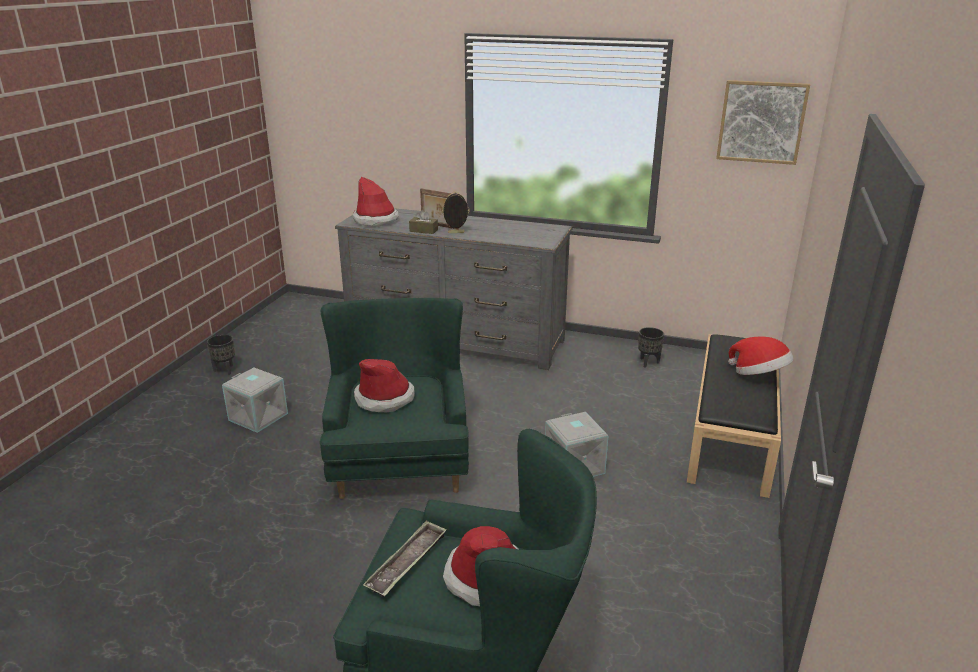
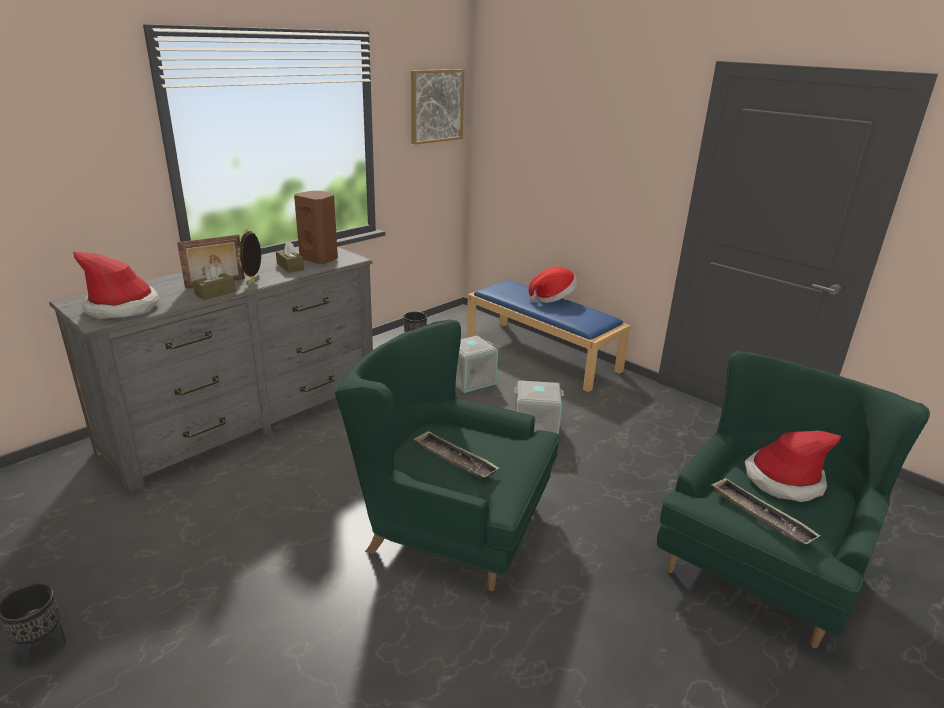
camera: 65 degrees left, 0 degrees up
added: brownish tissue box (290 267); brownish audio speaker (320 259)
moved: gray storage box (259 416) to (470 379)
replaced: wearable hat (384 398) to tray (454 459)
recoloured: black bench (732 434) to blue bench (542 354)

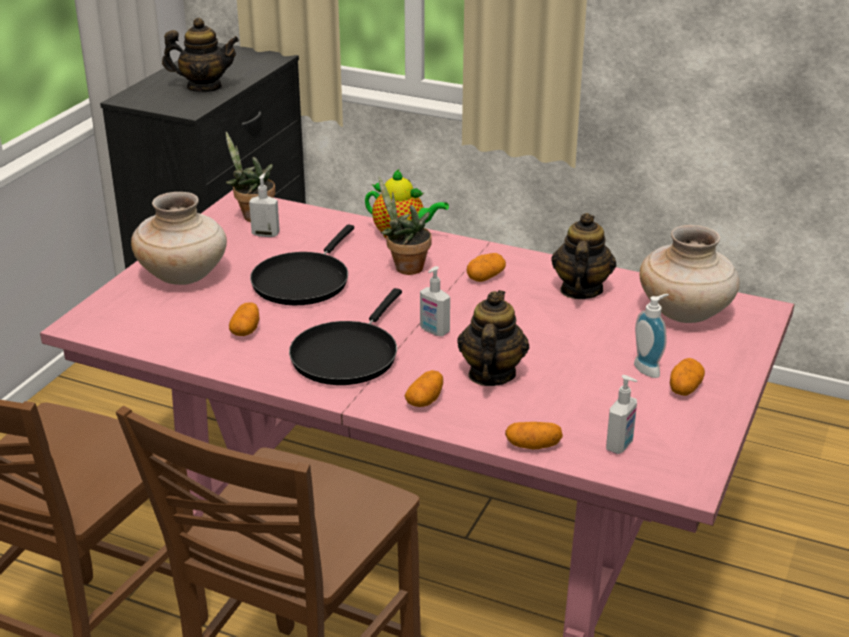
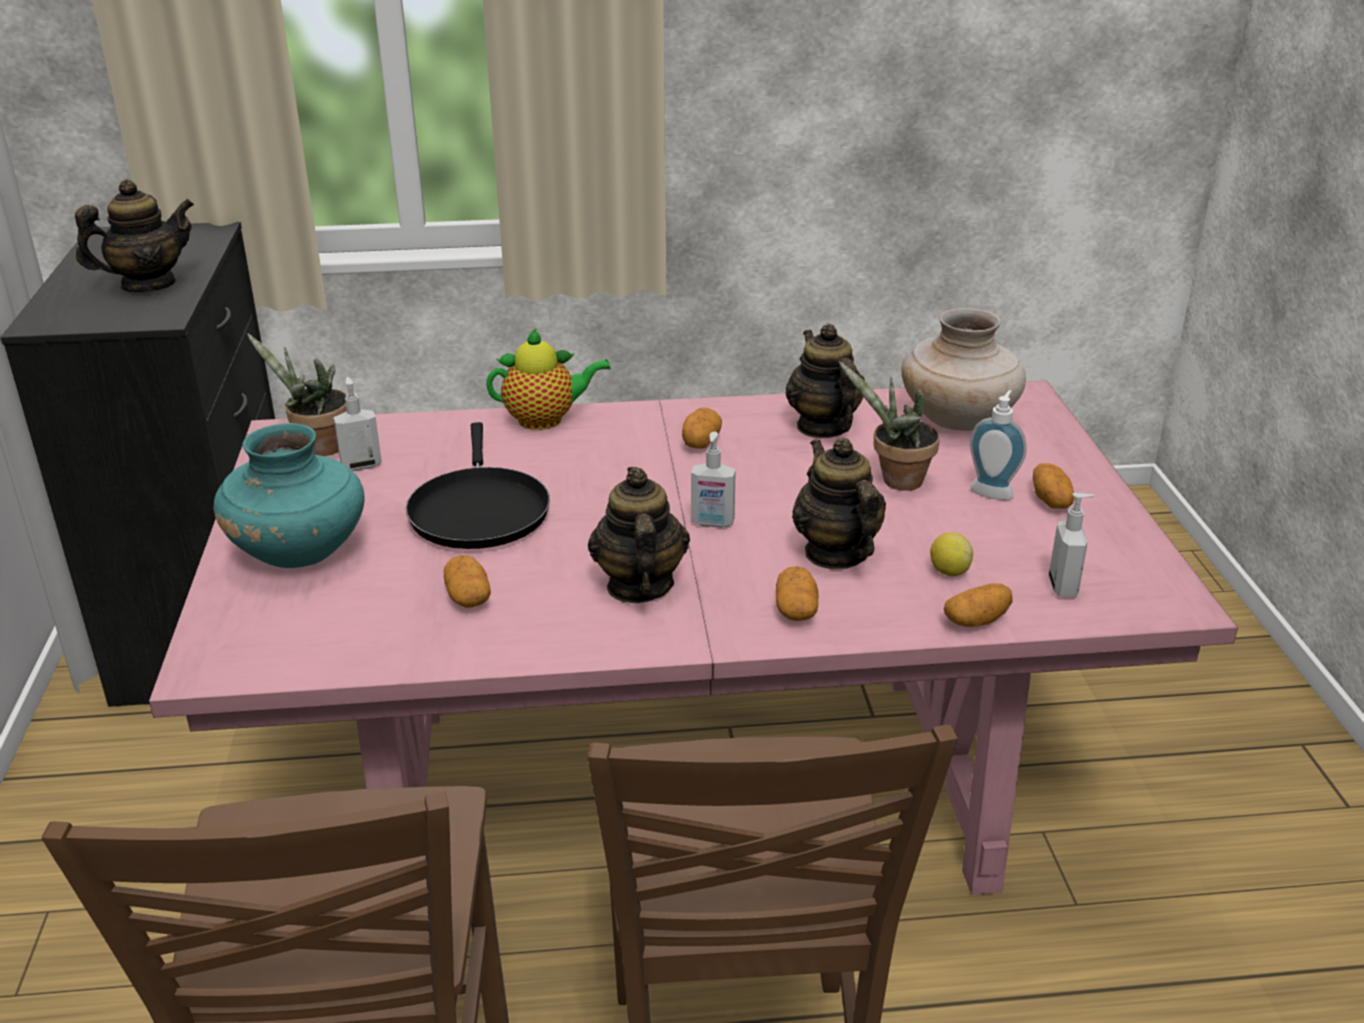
camera: 30 degrees left, 0 degrees up
added: citrus fruit (949 571)
moved: potted plant (405 267) to (896 481)
replaced: black pan (347 355) to tea pot (639 586)
recoloured: beige-coloured vase (184 276) to blue-green vase (300 552)

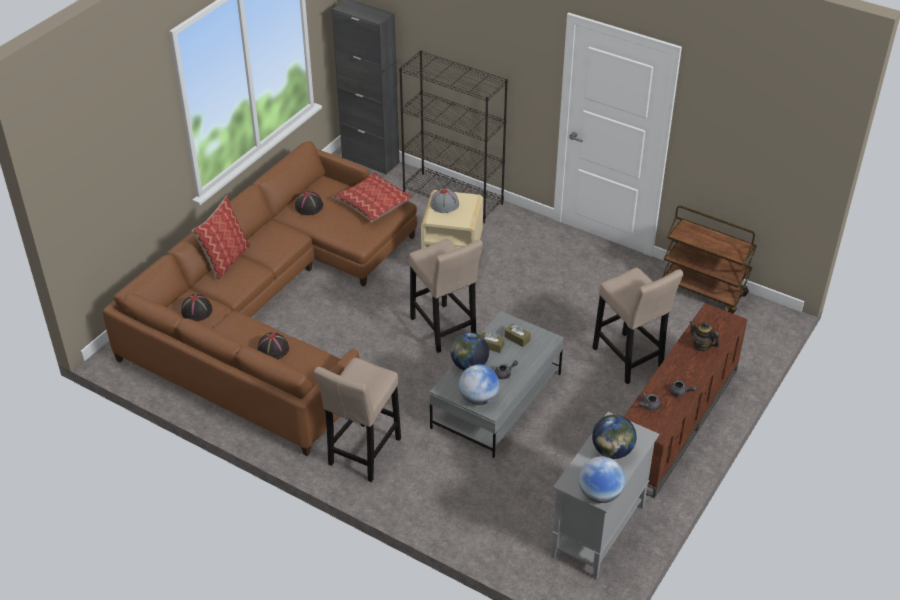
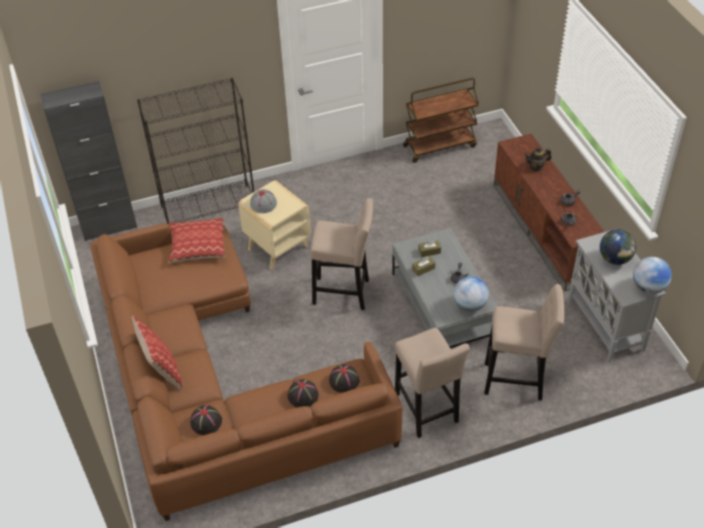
camera: 50 degrees left, 5 degrees up
removed: world globe (469 365)
moved: black wearable hat (309 206) to (344 380); beige-coloured stool (629 360) to (517 381)

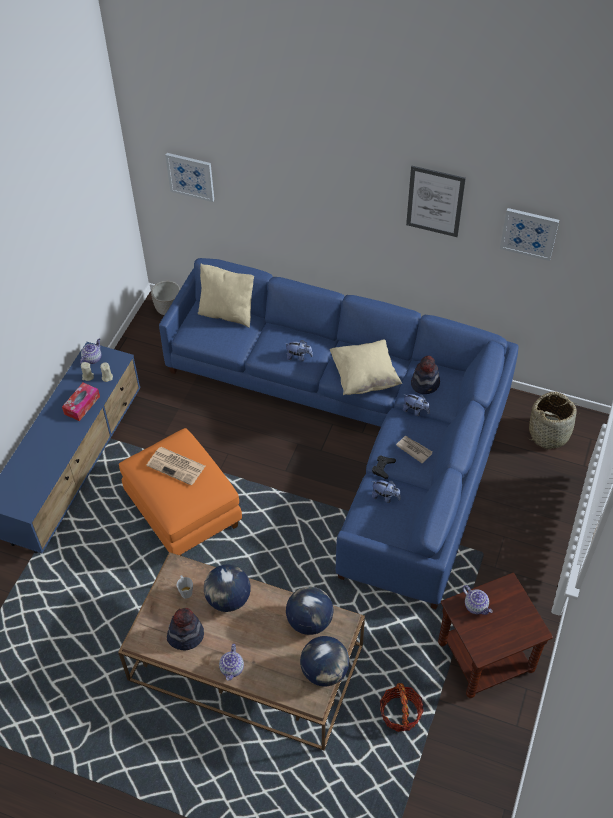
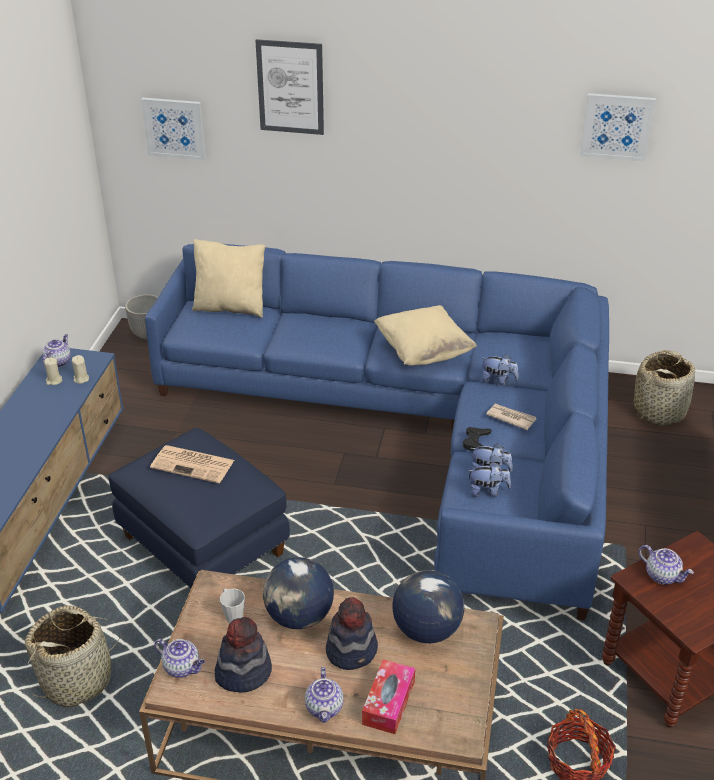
camera: 10 degrees left, 15 degrees down
removed: world globe (324 671)
added: household basket (77 679); tea pot (182 667)
moved: wall art (435 201) to (290 87); wearable hat (425 384) to (352 650); tissue box (82 405) to (388 703); plush toy (298 357) to (487 491)
recoloured: orange-coloured pouffe (182 512) to blue pouffe (202 546)

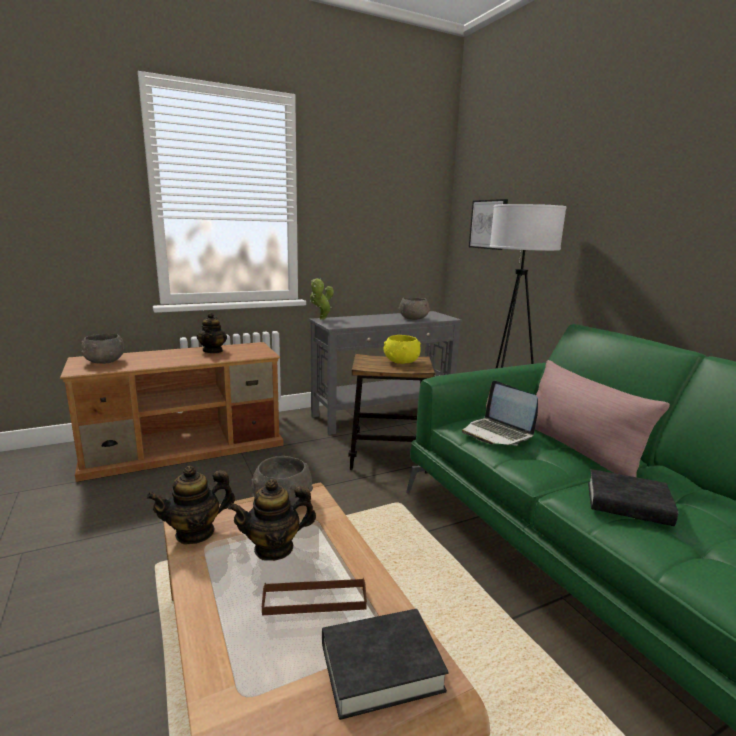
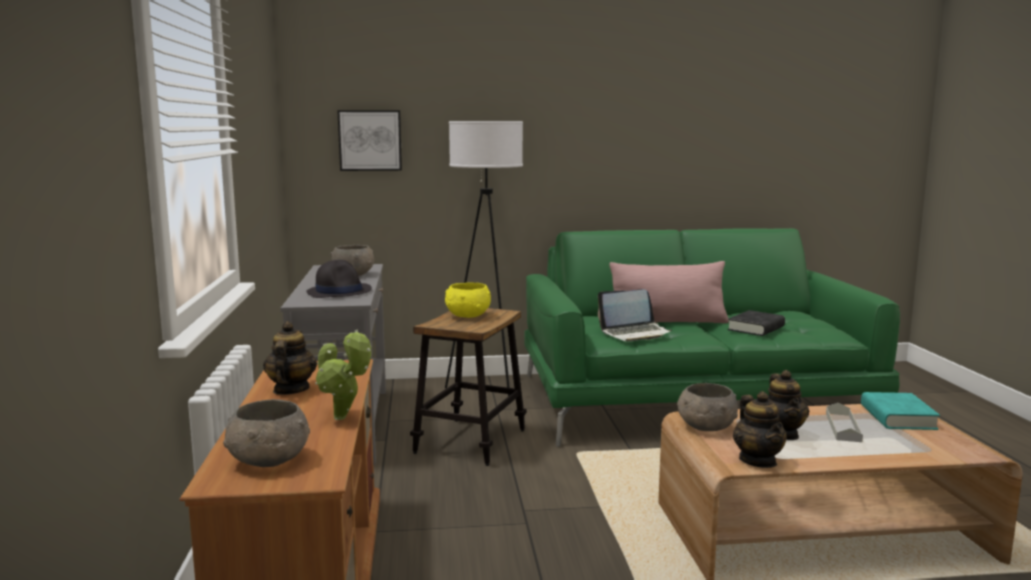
camera: 70 degrees left, 5 degrees down
added: black wearable hat (339 292)
moved: potted plant (321 319) to (343 418)
recoloured: brownish tray (314 600) to gray tray (843 427); black bound book (381 667) to blue-green bound book (897 417)
turned: tea pot (213 351) = (290 390) 105 degrees counterclockwise

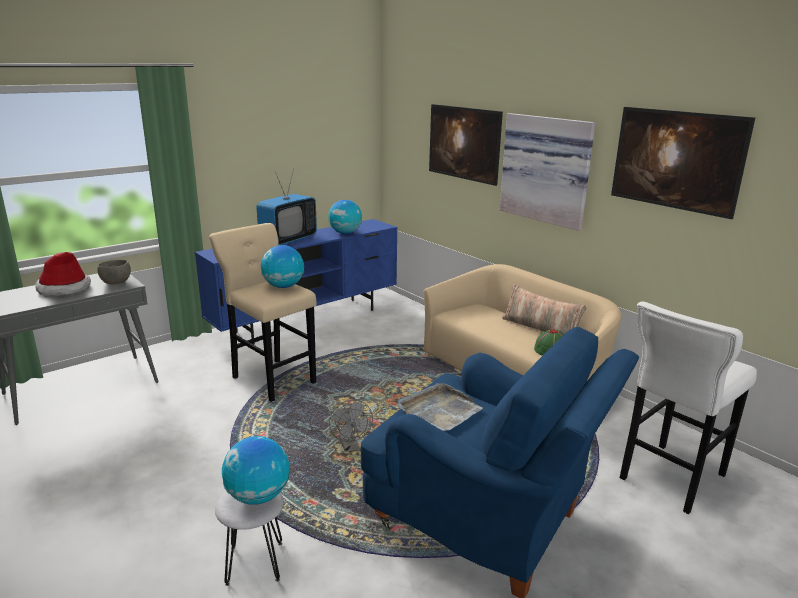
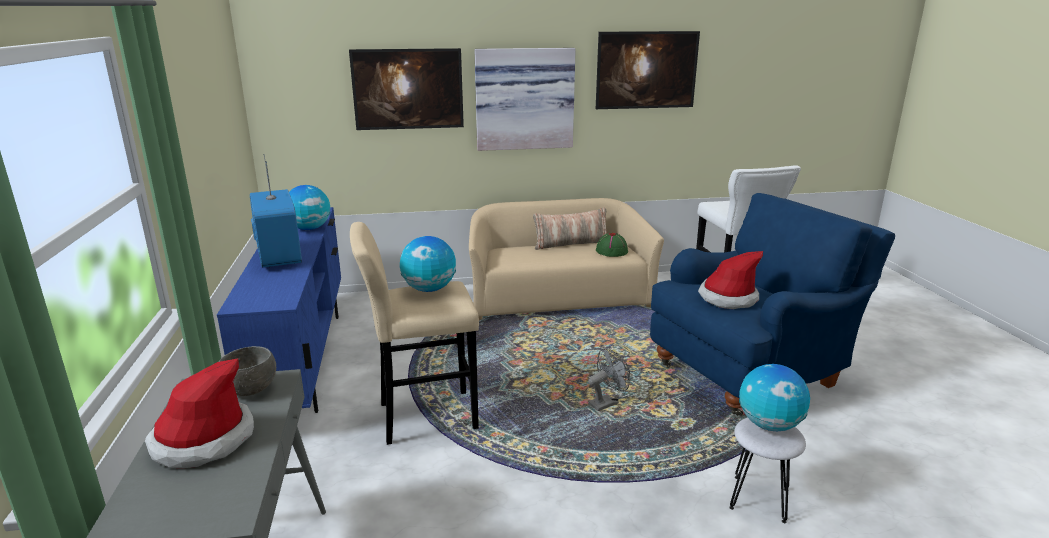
camera: 60 degrees left, 0 degrees up
replaced: gray tray (439 411) to wearable hat (728 298)
turned: gray cooling fan (350 447) = (606 402) 45 degrees counterclockwise

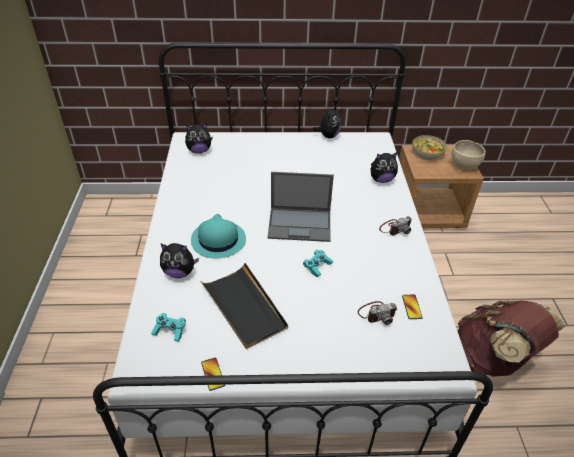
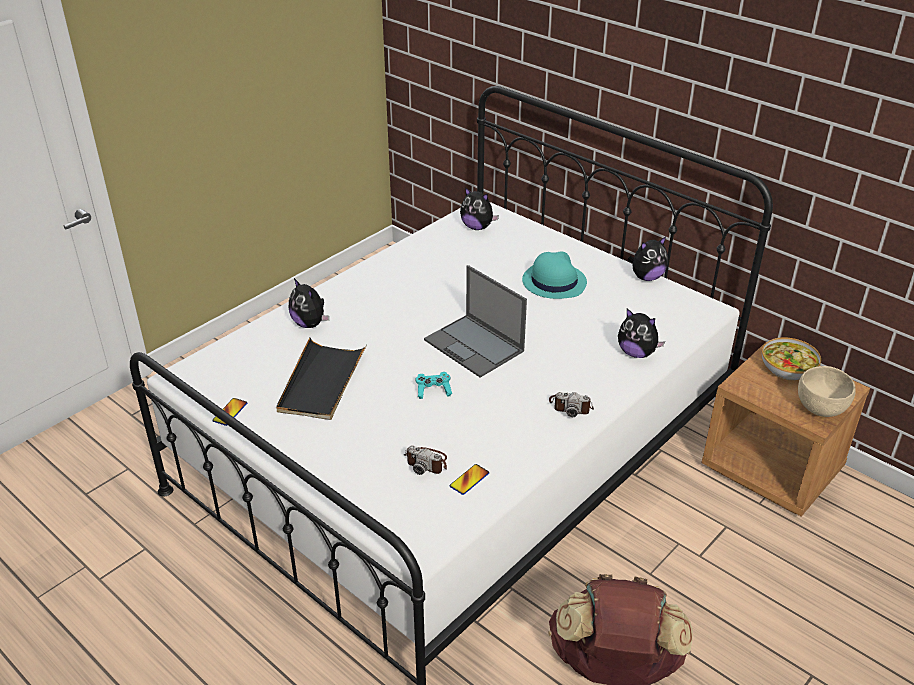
camera: 45 degrees right, 5 degrees down
removed: blue-green joypad (170 331)
moved: blue-green wearable hat (218 240) to (553 282)

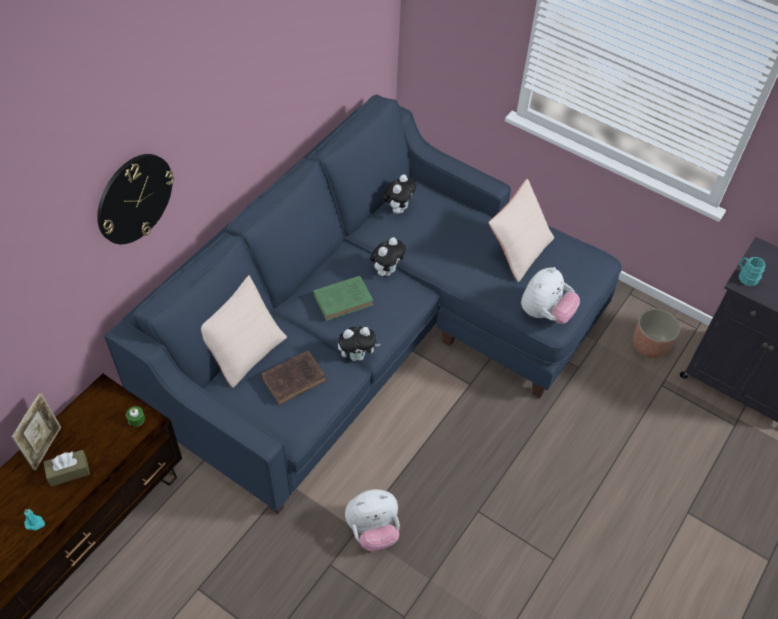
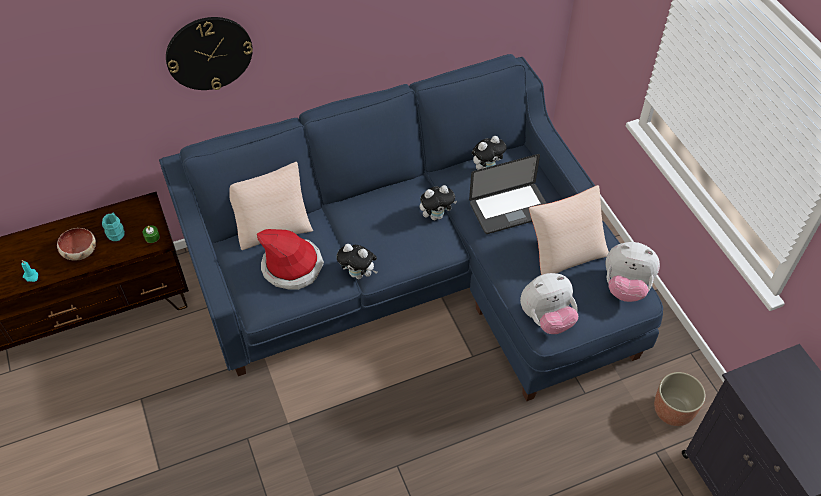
camera: 35 degrees right, 0 degrees up
removed: standing frame (45 447); greenish bound book (344 299)
added: notebook computer (510 209)
moved: blue-green tea mug (746 277) to (116 232); plush toy (373 530) to (625 287)
replaced: brownish tissue box (68 472) to serving bowl (79 251); brownish bound book (295 378) to wearable hat (292 267)

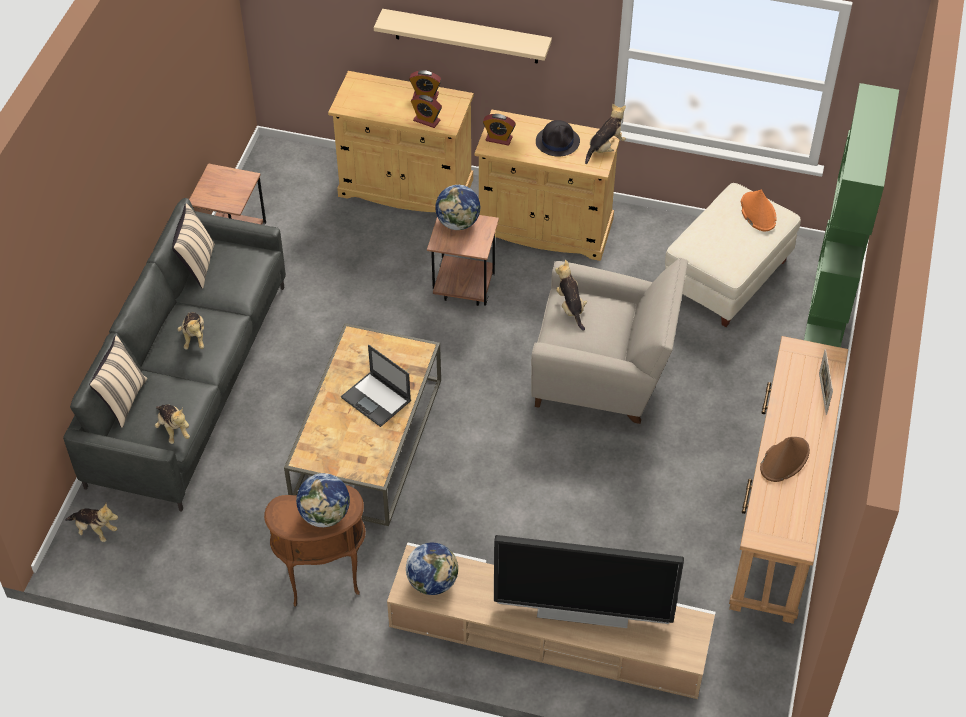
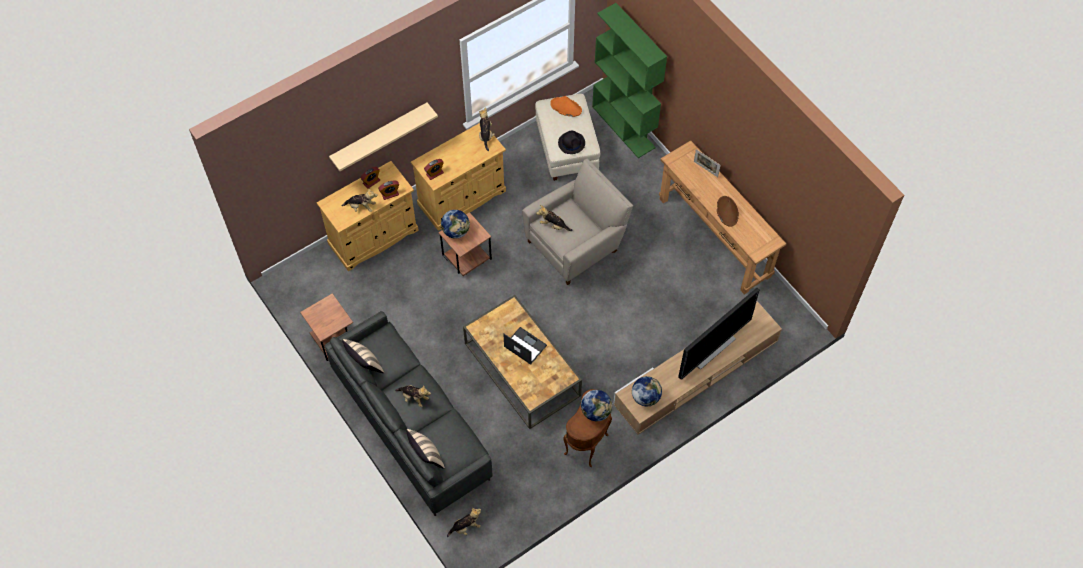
camera: 50 degrees left, 10 degrees up
moved: plush toy (173 429) to (361 207); black wearable hat (558 142) to (571 143)
turned: notebook computer (377 399) = (524 345) 135 degrees counterclockwise

